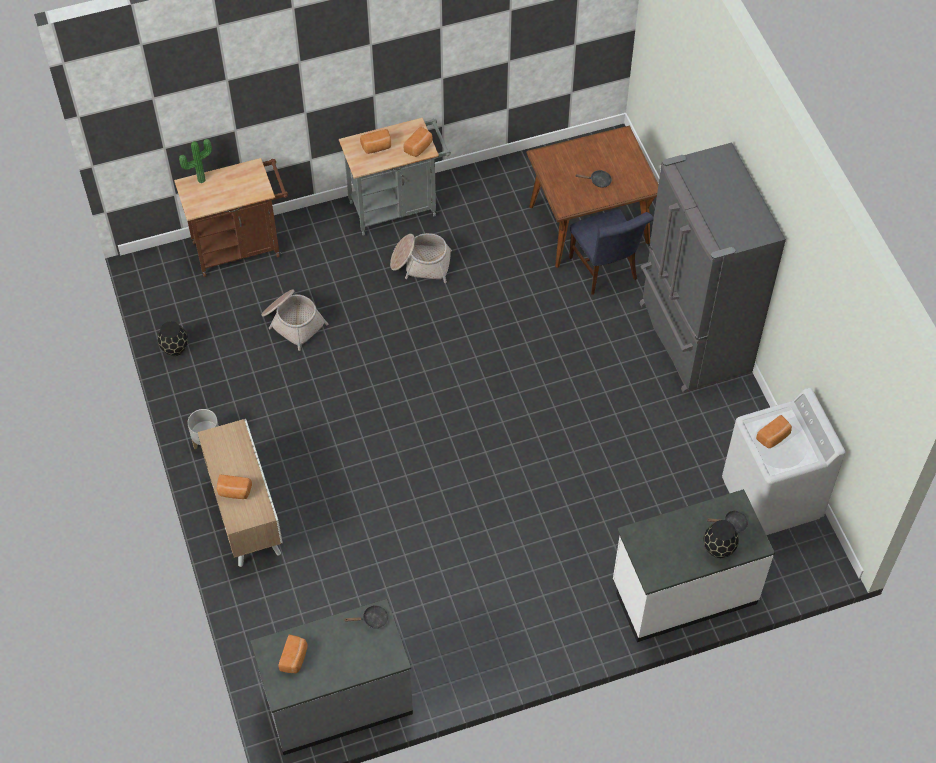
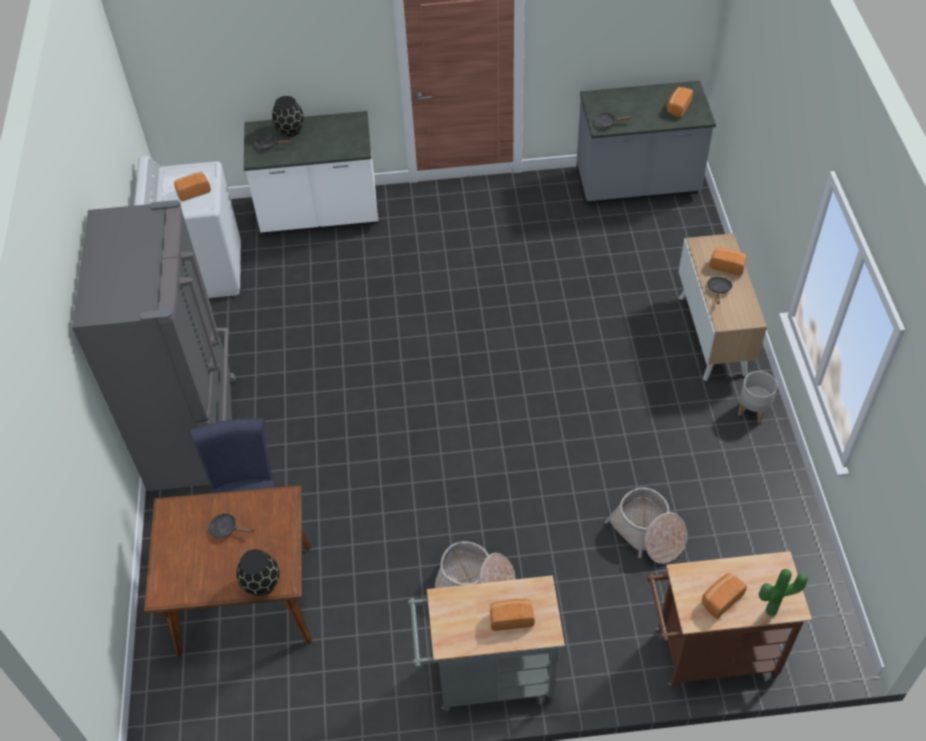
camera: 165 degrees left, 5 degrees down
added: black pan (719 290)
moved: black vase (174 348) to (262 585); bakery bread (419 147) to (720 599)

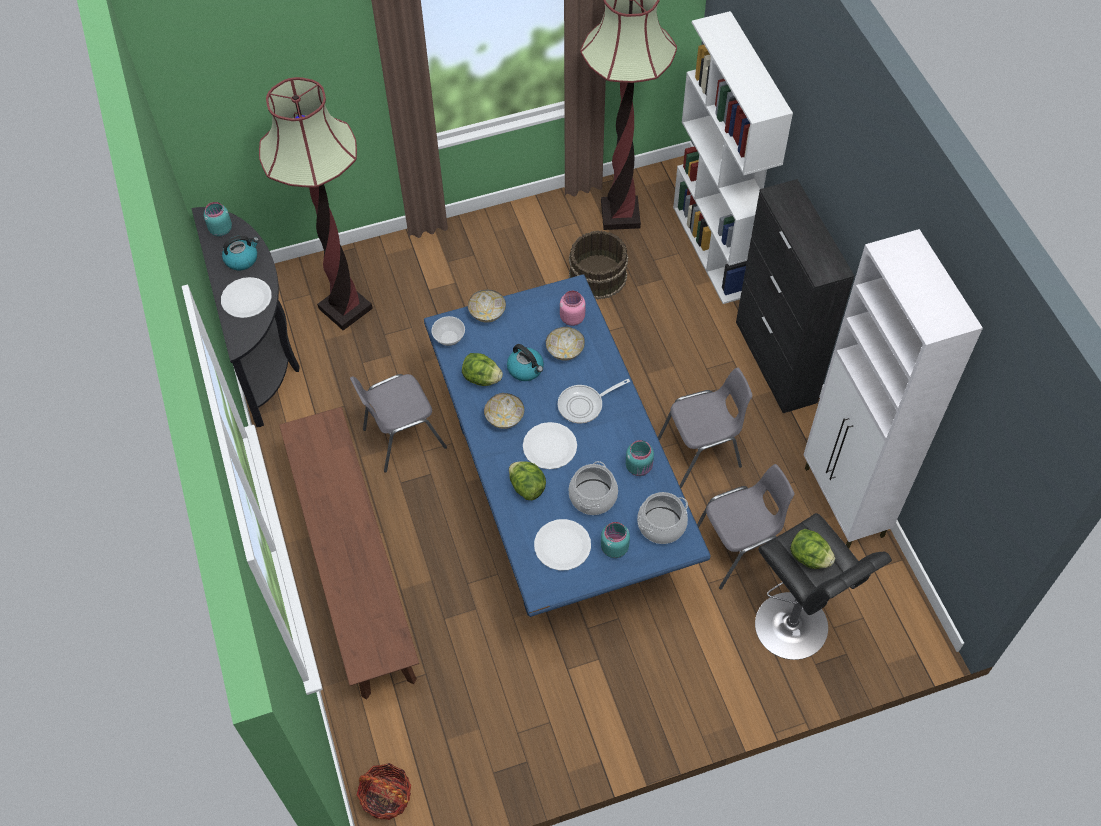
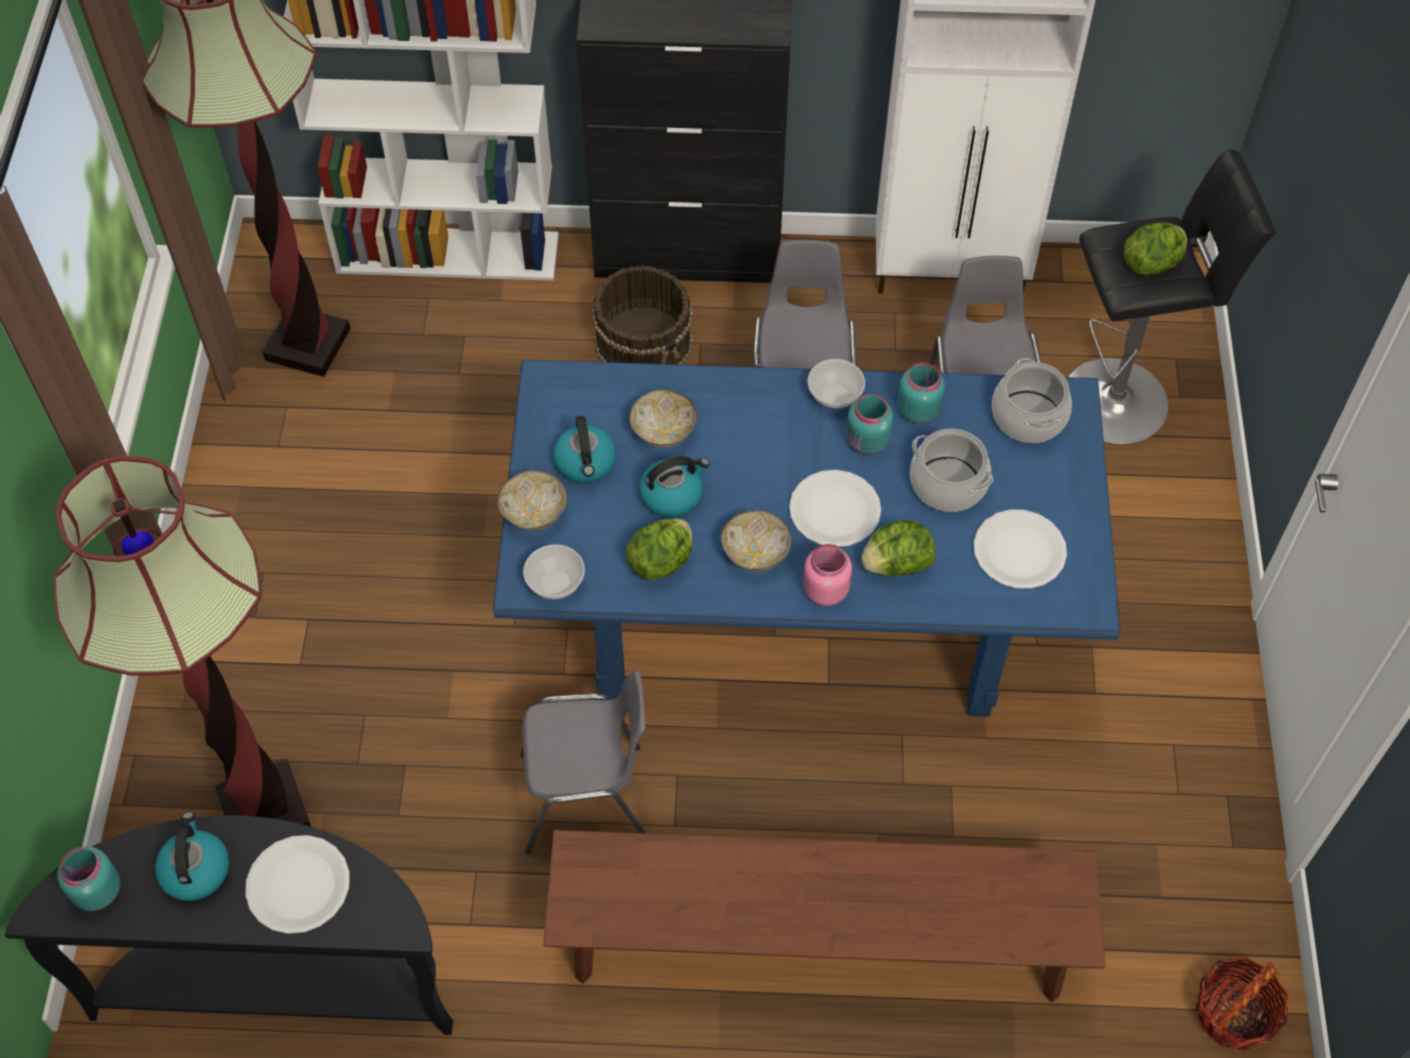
camera: 70 degrees left, 0 degrees up
removed: pan (584 405)
added: water kettle (586 463); serving bowl (836 395)
moved: brownish water bucket (598 276) to (644 342); pinkish preserve jar (572 318) to (824 591); blue-green preserve jar (613 548) to (866 442)
turned: gray plain chair (402 438) = (587 798) 90 degrees counterclockwise

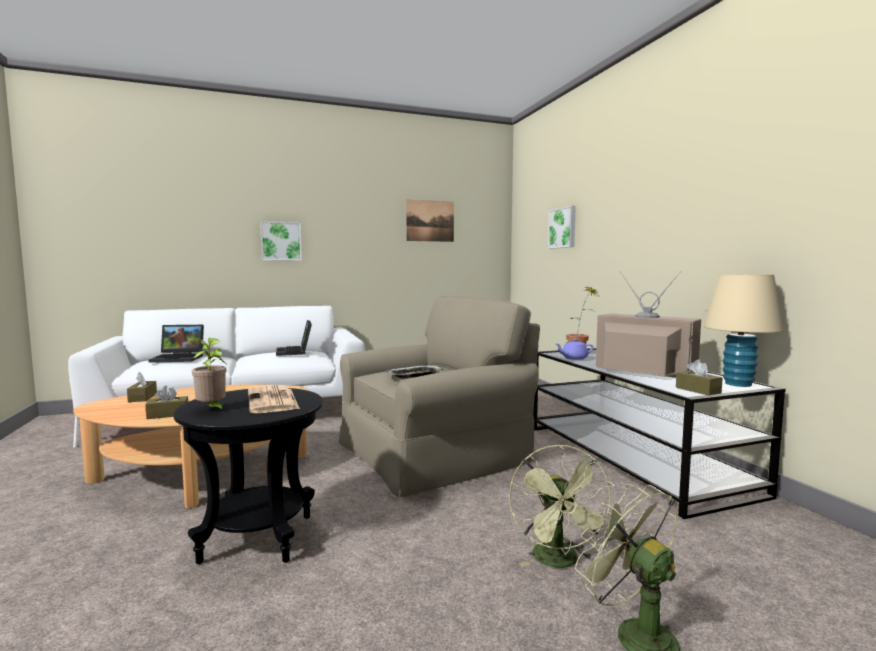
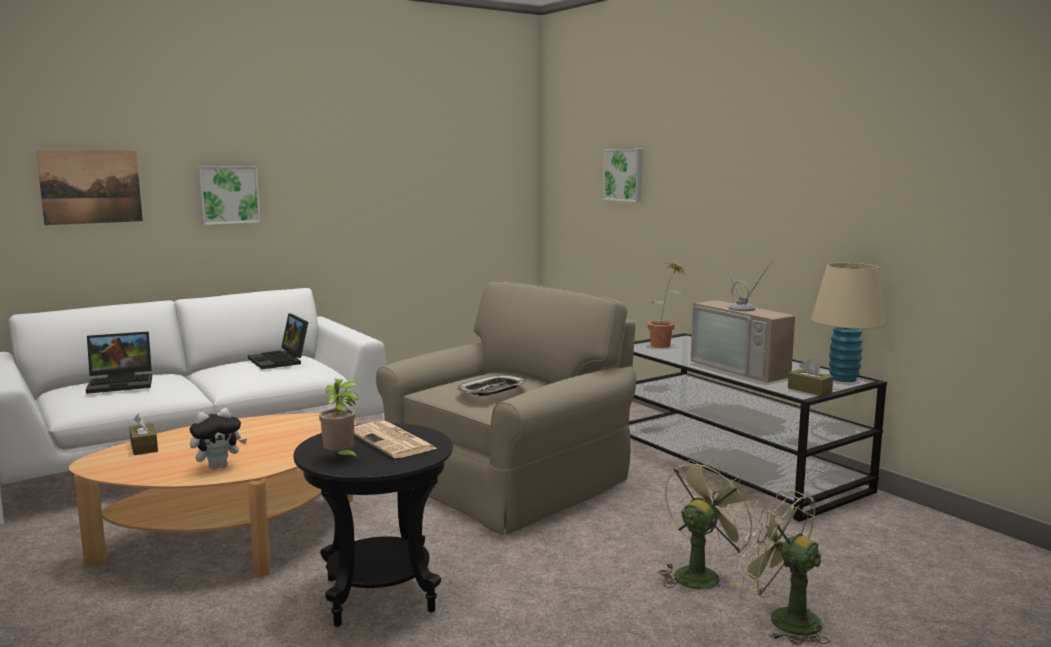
camera: 15 degrees left, 5 degrees up
removed: purplish tea pot (573 358)
moved: wall art (430 221) to (91 187)
replaced: brownish tissue box (168 414) to plush toy (218 467)
turned: greenish cooling fan (559 562) = (700 574) 120 degrees counterclockwise; TV set (641 371) = (744 368) 150 degrees counterclockwise

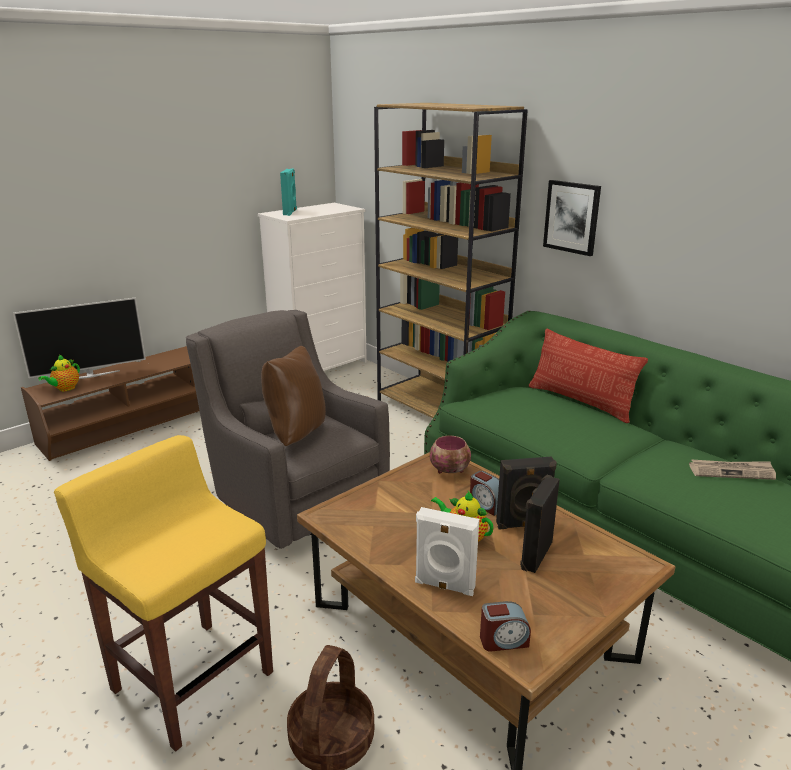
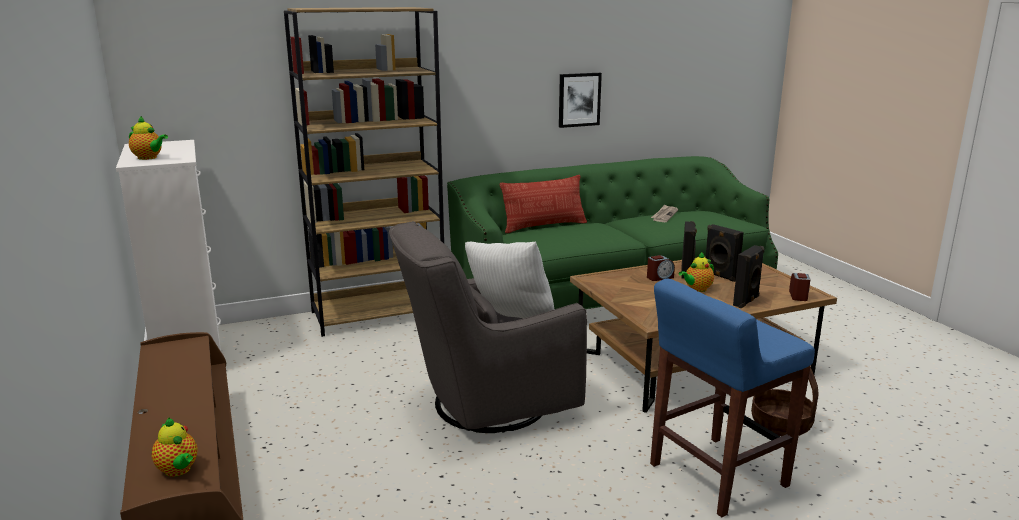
camera: 70 degrees left, 5 degrees down
removed: TV set (90 375); serving bowl (450 470)
moved: wall art (572 217) to (579 99)
replaced: blue-green audio speaker (290 212) to tea pot (149 158)
recoloured: brownish pillow (295 434) to white-coloured pillow (509 319); yellowish stool (191 679) to blue stool (716 476); white-coloured audio speaker (444 586) to black audio speaker (747 301)

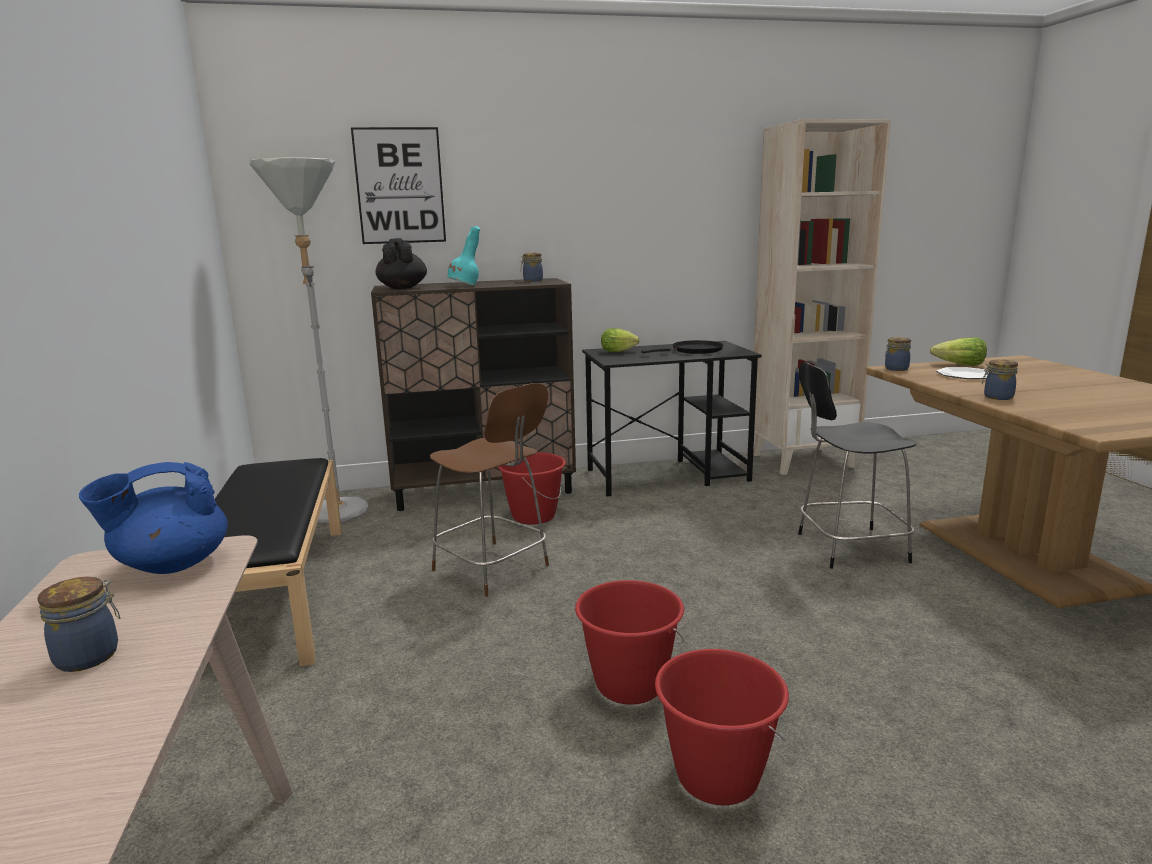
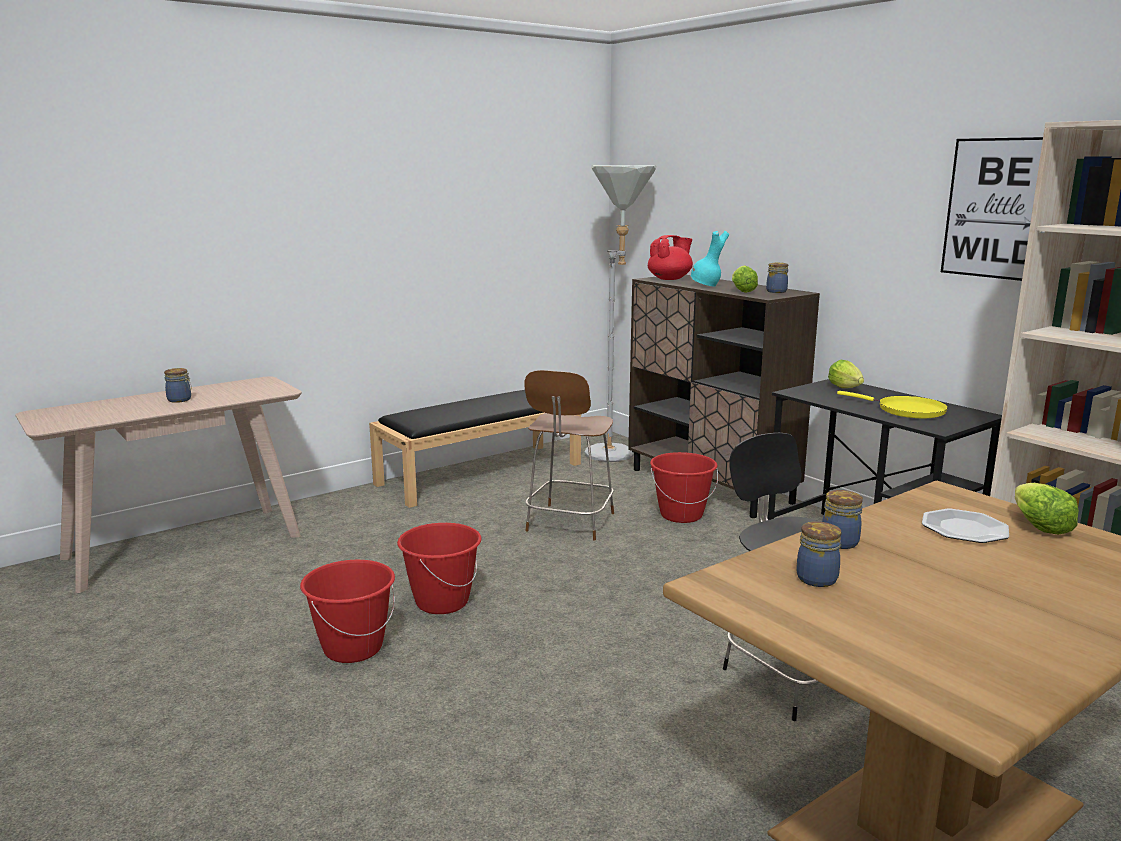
camera: 65 degrees right, 0 degrees up
removed: blue tea pot (171 565)
added: lettuce head (742 291)
moved: preserve jar (895 368) to (817 578); wall art (399 186) to (998 208)
recoloured: black tea pot (402 288) to red-coloured tea pot (670 279); black pan (694 351) to yellowish pan (906 410)

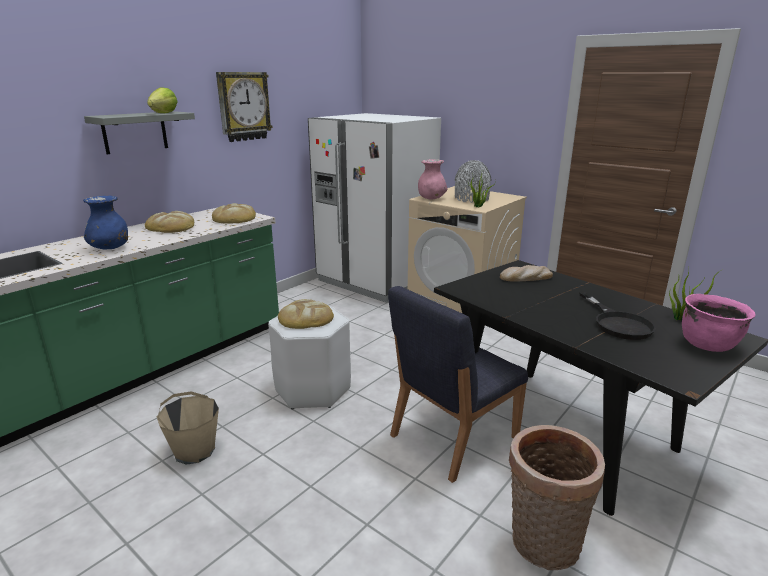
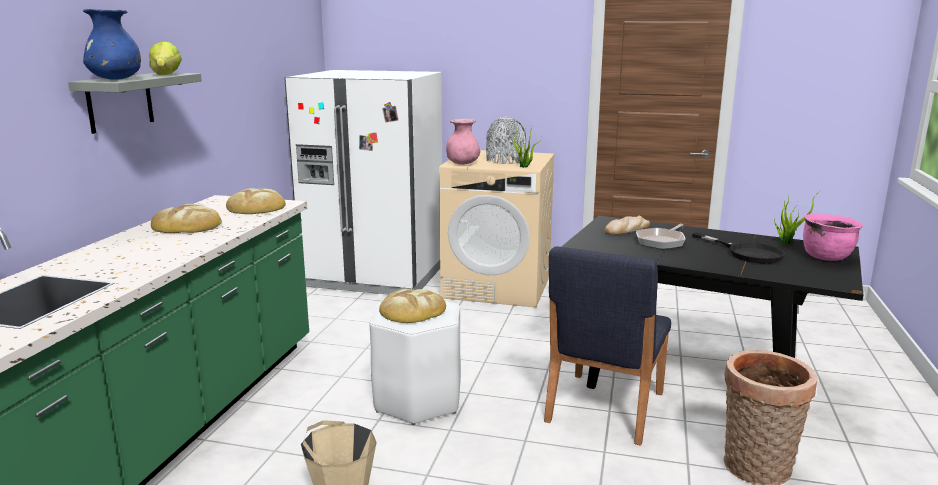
camera: 25 degrees left, 5 degrees down
removed: wall clock (243 106)
added: pan (661 241)
moved: blue vase (110 248) to (115 79)

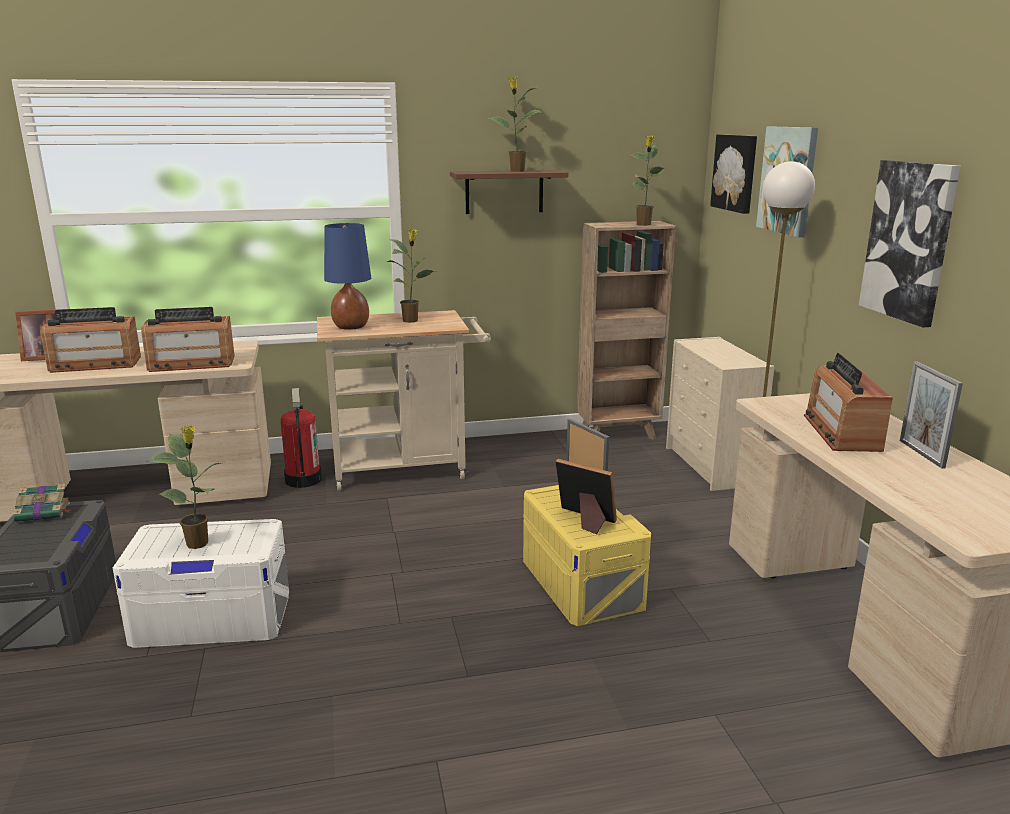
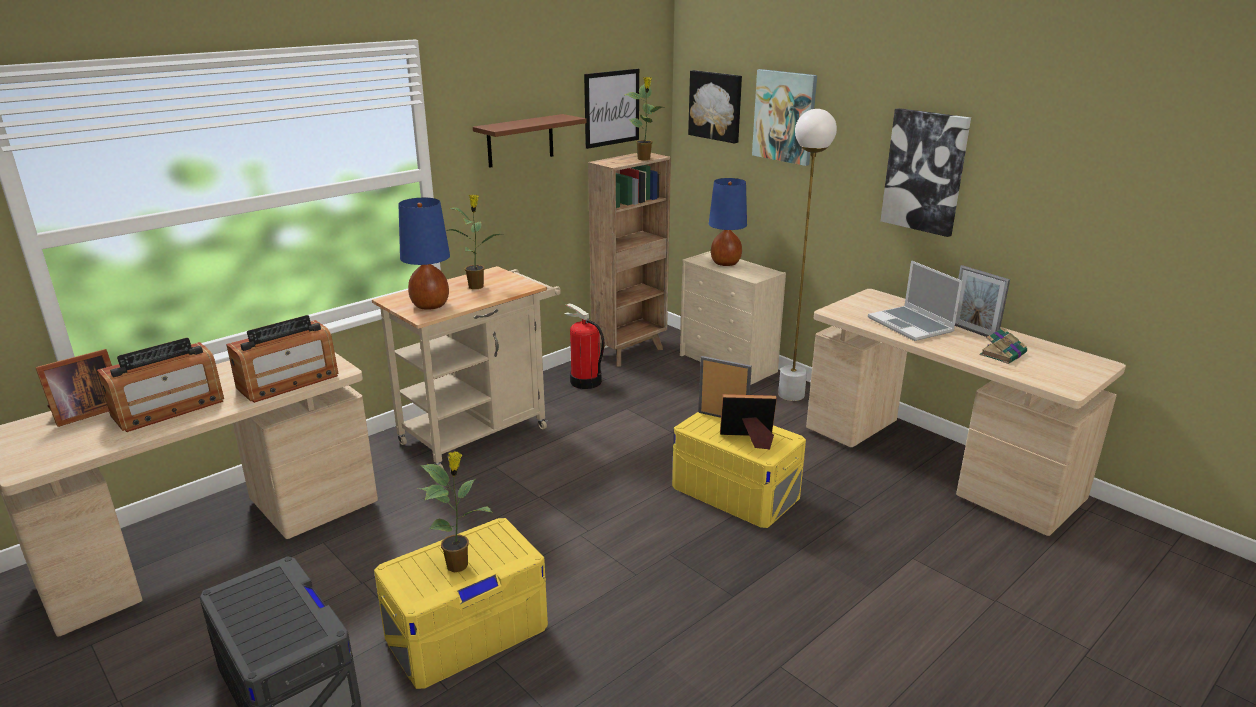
camera: 30 degrees left, 5 degrees up
removed: potted plant (516 171)
added: wall art (611 108); blue tabletop lamp (725 263)
moved: fire extinguisher (302 479) to (585 381); bound book (44 512) to (1003 354)
replaced: radio receiver (841 432) to notebook computer (911 325)
recoloured: white-coloured storage box (212 617) to yellowish storage box (467 631)

